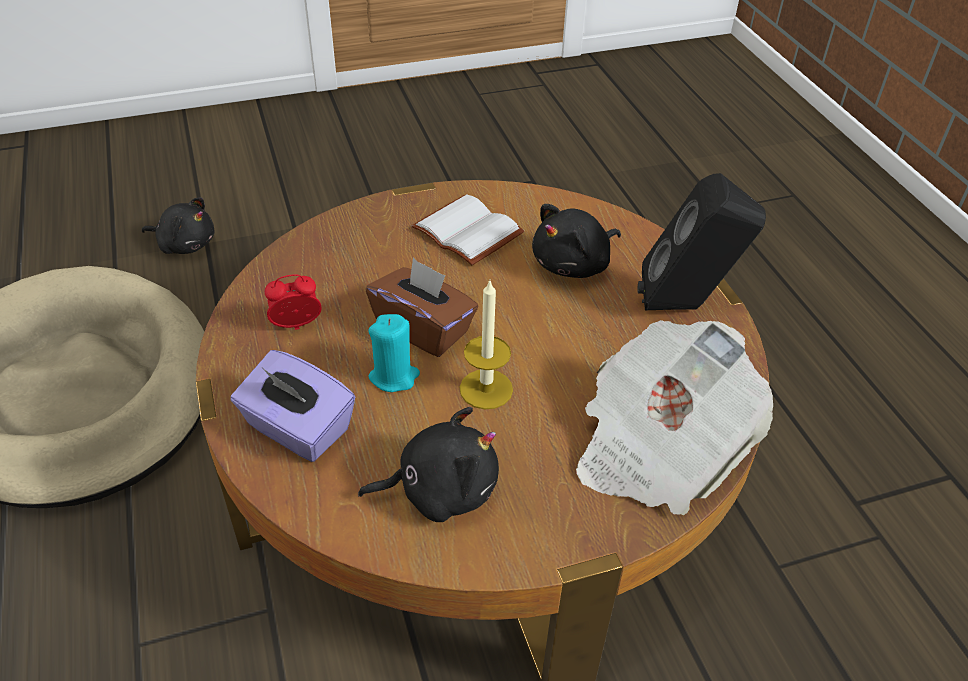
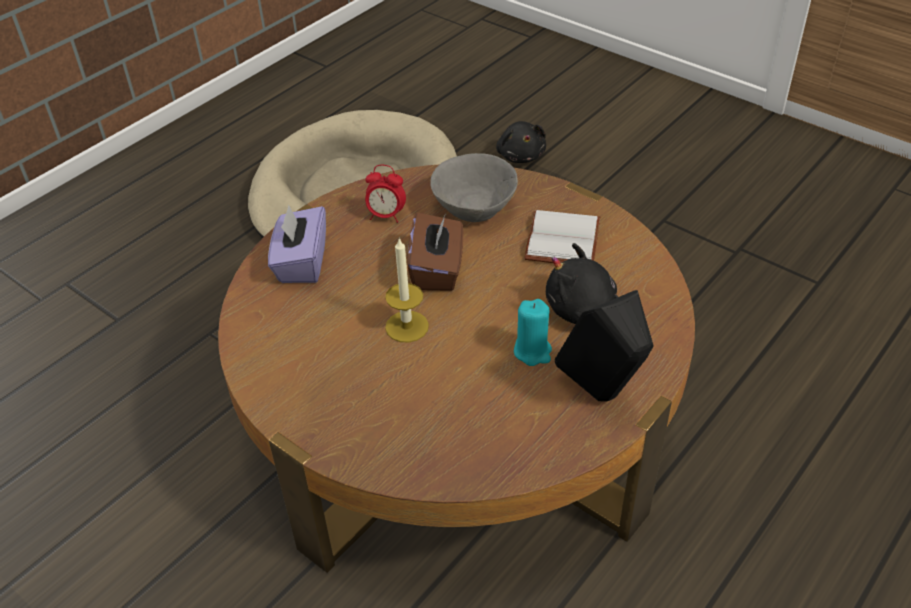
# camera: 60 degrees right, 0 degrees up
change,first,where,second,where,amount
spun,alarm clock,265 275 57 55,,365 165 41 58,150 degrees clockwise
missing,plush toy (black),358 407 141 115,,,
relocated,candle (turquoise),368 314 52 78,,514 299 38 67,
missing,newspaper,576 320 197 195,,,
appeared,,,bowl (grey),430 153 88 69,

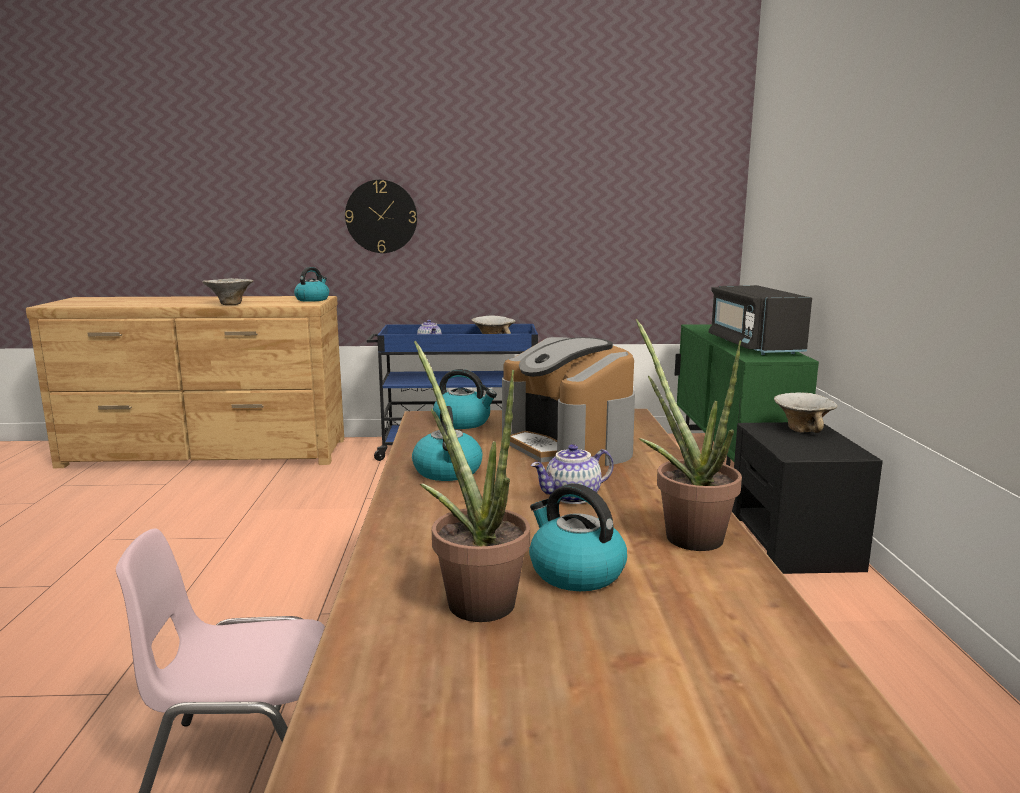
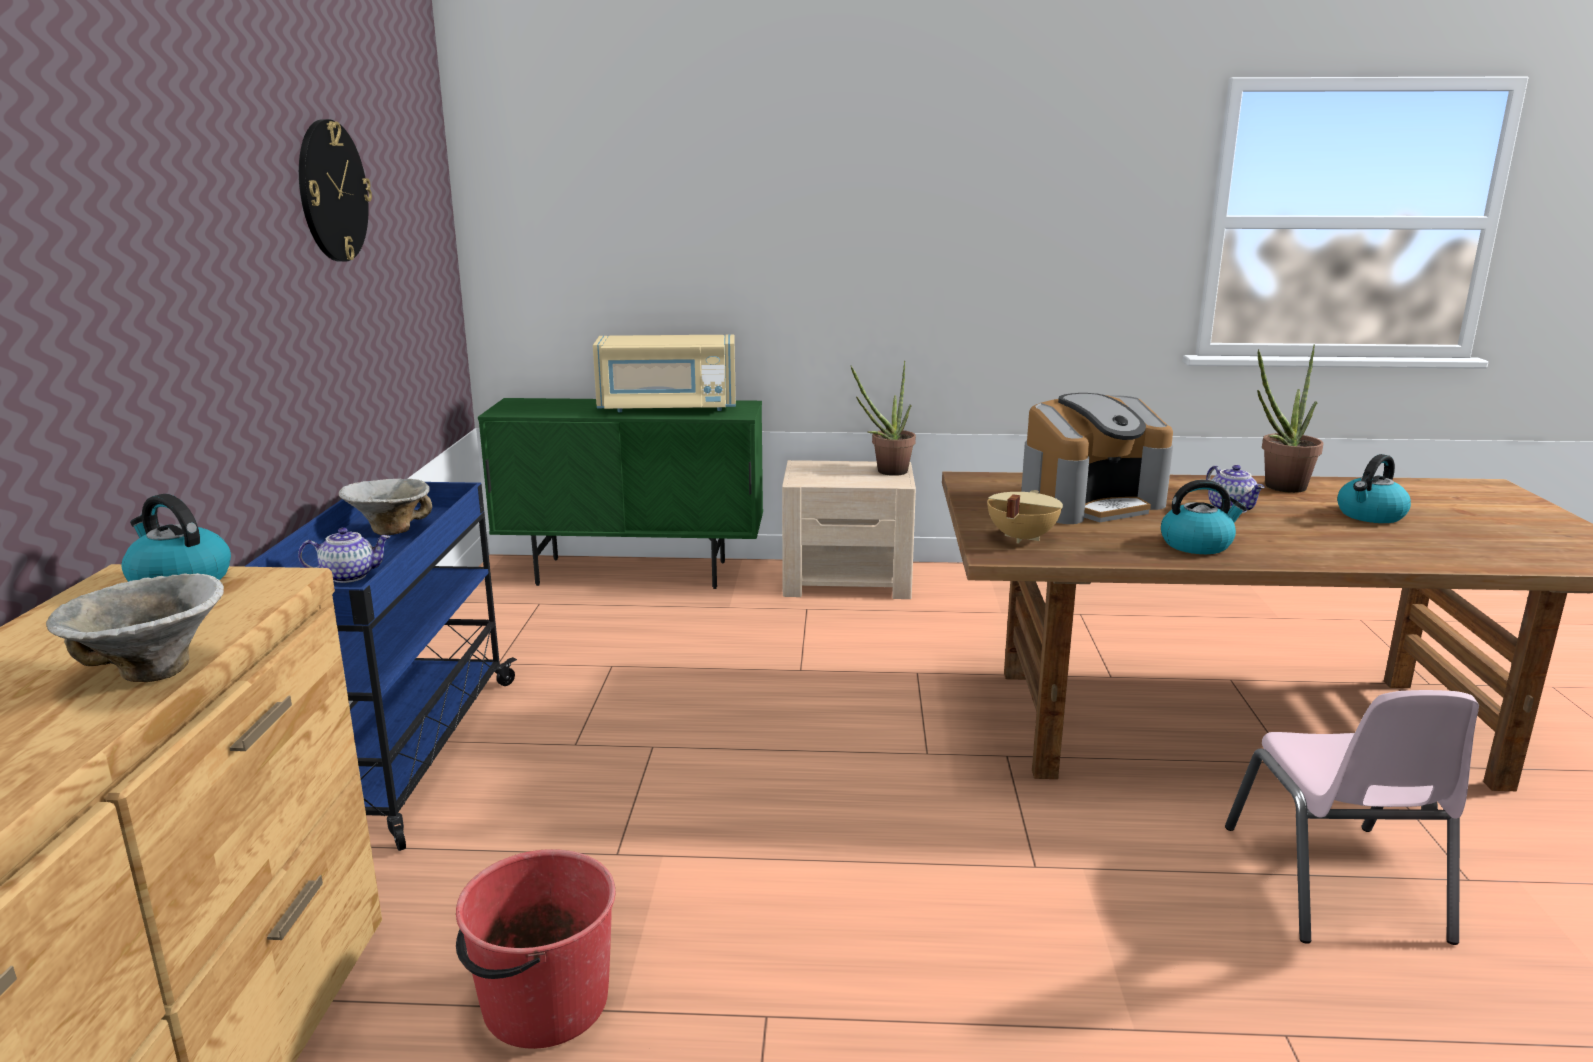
# camera: 85 degrees left, 5 degrees up
change,first,where,second,where,amount
relocated,wall clock,345 180 72 73,,299 119 73 143,
relocated,potted plant,414 341 116 281,,851 360 65 116,
exchanged,kettle,433 369 64 60,cooking pot (beige),987 490 76 54,
colour,microwave (black),709 285 103 70,microwave (beige),593 335 143 77,
colour,nightstand (black),732 422 151 152,nightstand (beige),782 460 134 139,
missing,bowl,774 392 63 41,,,
appeared,,,bucket (red),456 849 159 200,

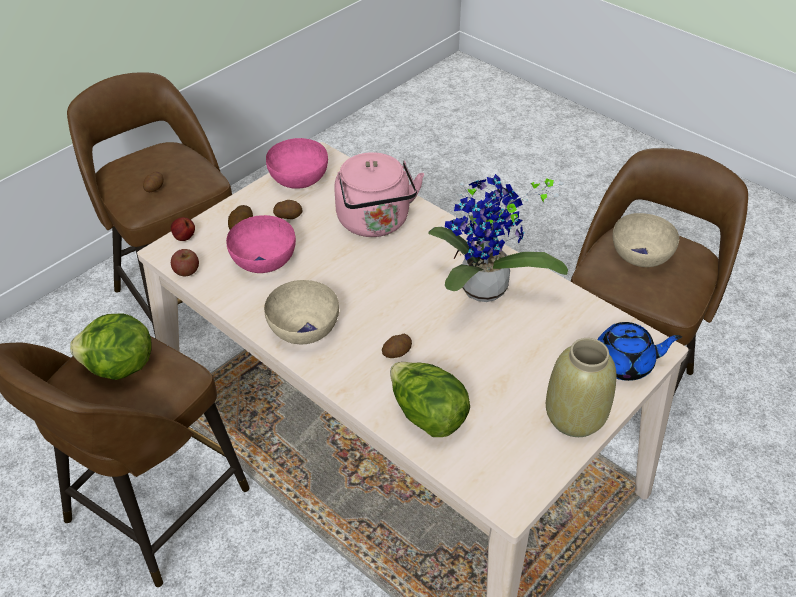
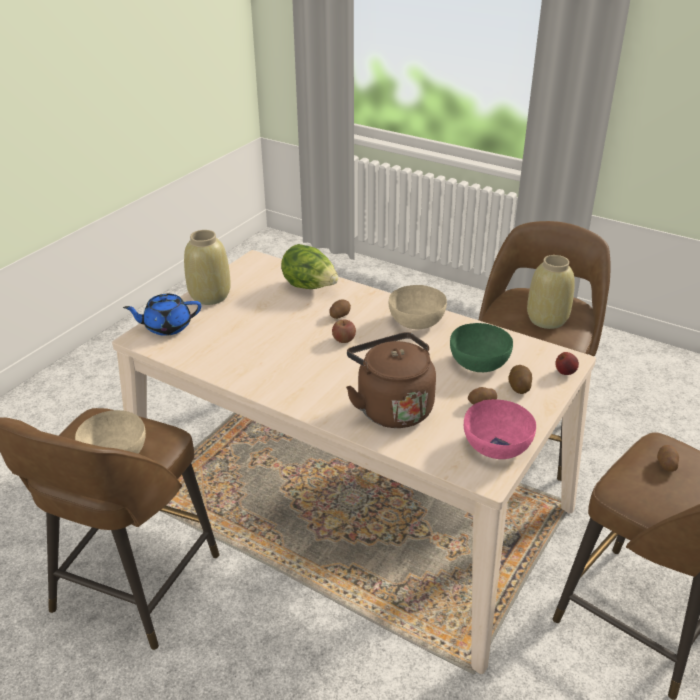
# camera: 170 degrees right, 10 degrees down
change,first,where,second,where,amount
exchanged,lettuce,70 313 82 67,vase (beige),527 255 48 74,
relocated,apple,171 249 28 27,,332 320 24 23,
colour,bowl (pink),226 215 70 58,bowl (green),450 323 63 49,
colour,kettle (pink),334 152 90 85,kettle (brown),346 332 90 96,
missing,potted plant,428 174 140 128,,,

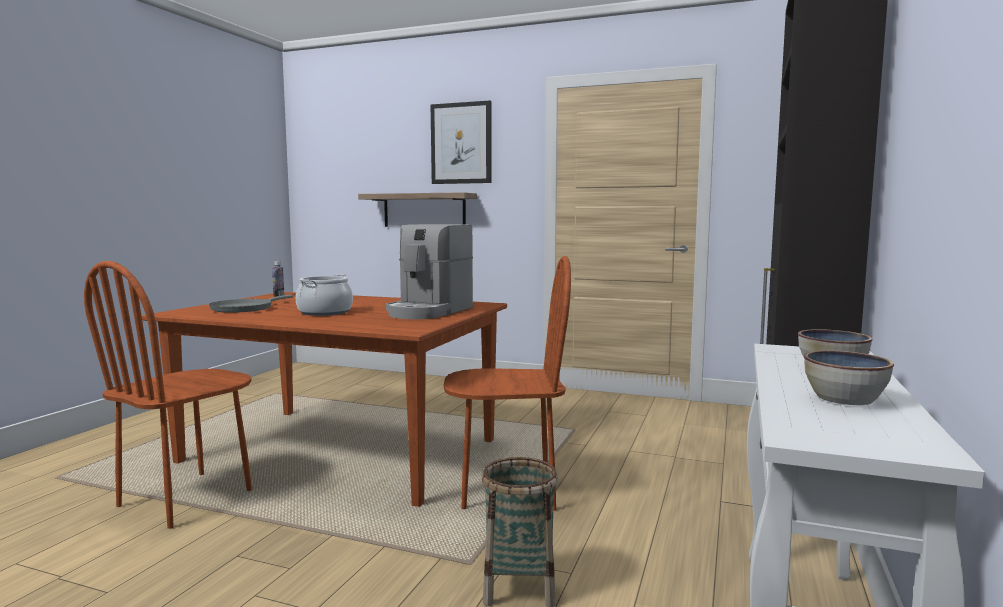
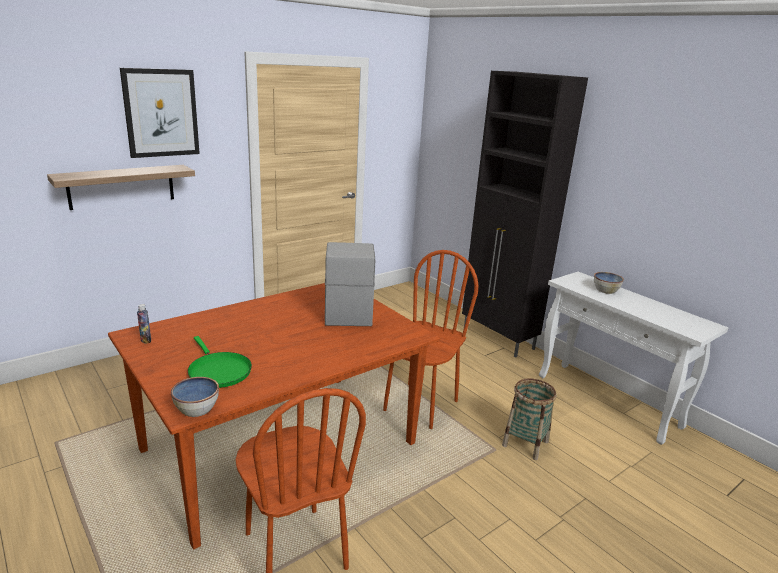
# camera: 60 degrees left, 15 degrees up
change,first,where,second,where,amount
colour,frying pan (grey),209 295 84 18,frying pan (green),188 336 64 52,
missing,cooking pot,296 274 57 42,,,
spun,coffee machine,386 224 87 95,,325 242 50 84,150 degrees counterclockwise
relocated,bowl,804 351 90 54,,171 377 48 40,

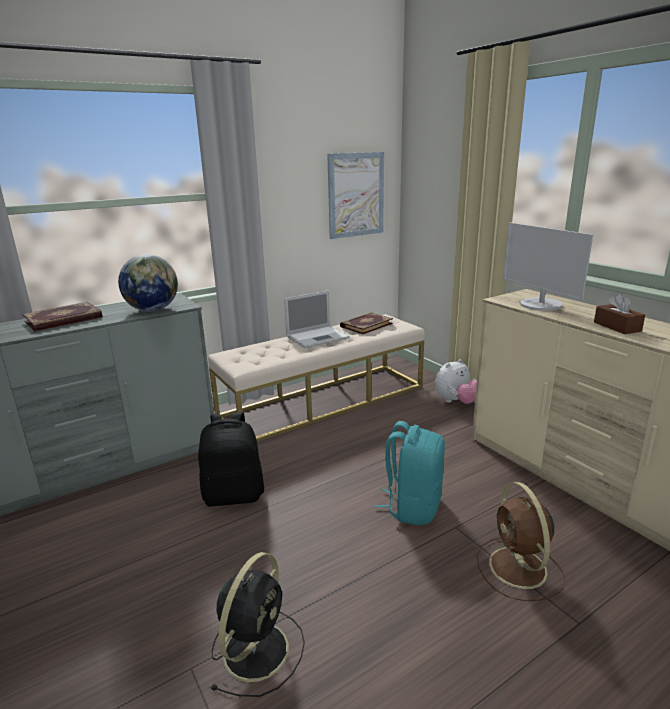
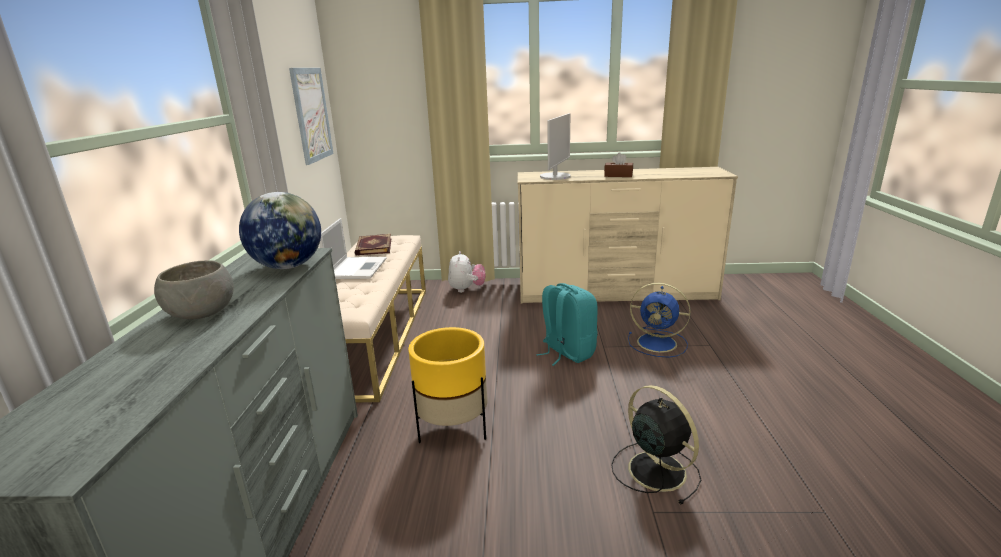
# camera: 55 degrees left, 0 degrees up
change,first,where,second,where,amount
exchanged,book,22 302 81 30,bowl (grey),154 260 80 59,
exchanged,backpack (black),198 412 66 95,planter (yellow),408 327 80 116,
colour,fan (brown),477 482 89 119,fan (blue),628 283 63 75,
spun,monitor,503 223 90 88,,540 113 31 67,75 degrees counterclockwise

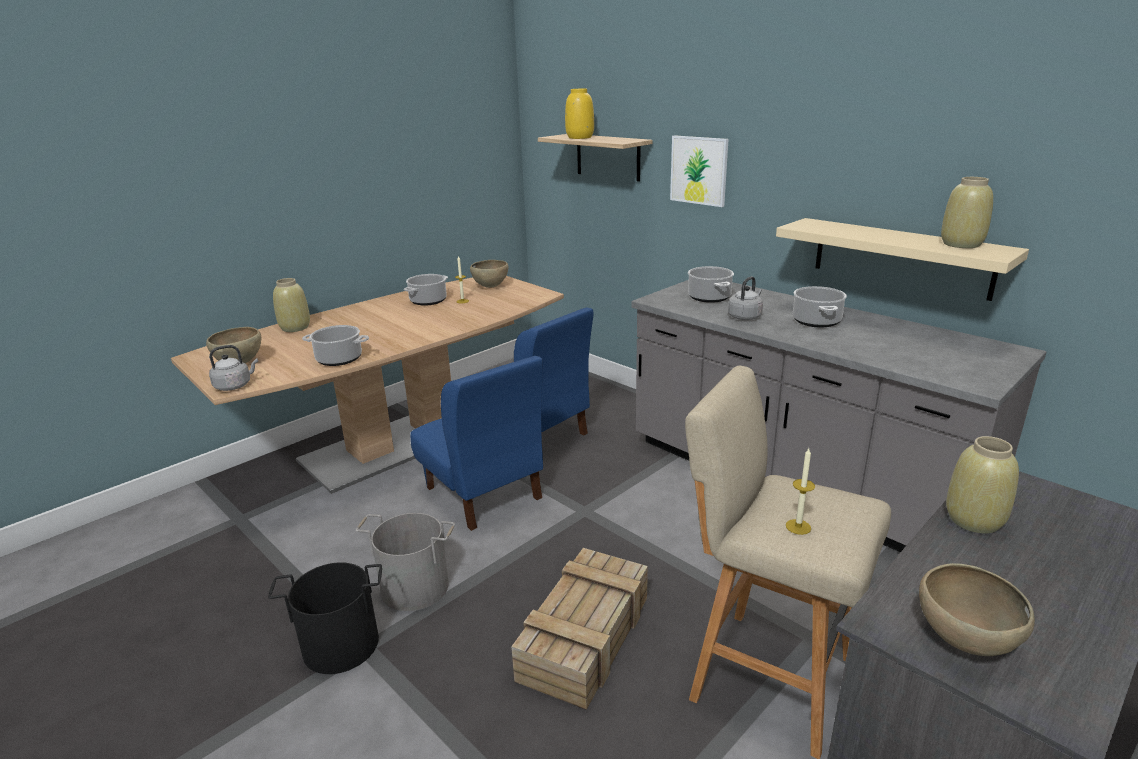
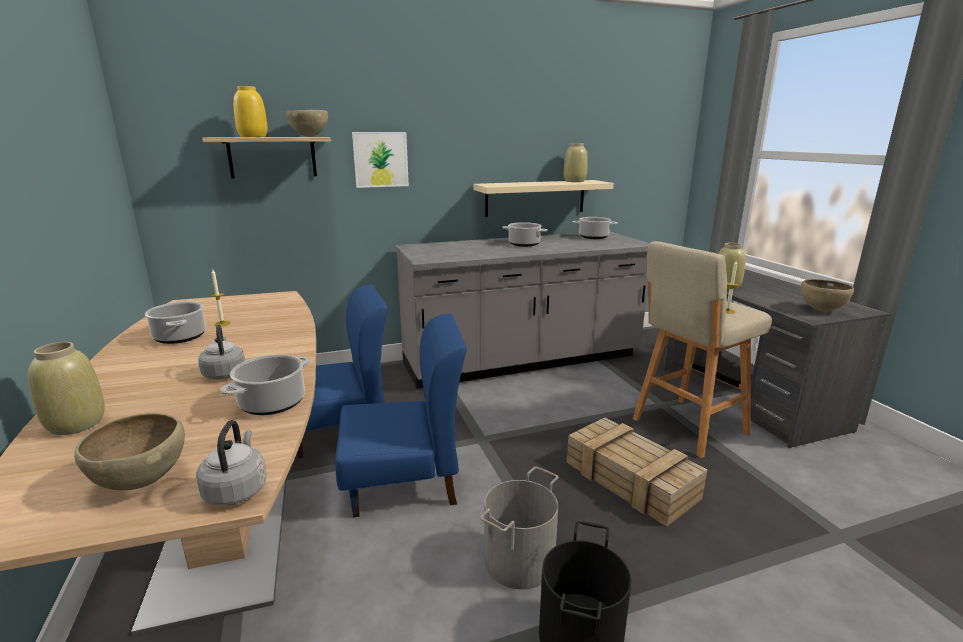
# camera: 65 degrees left, 5 degrees down
change,first,where,second,where,amount
relocated,bowl (brown),470 260 38 28,,286 110 42 27,
relocated,cooking pot,688 266 46 37,,572 217 46 22,
relocated,kettle (grey),728 276 35 44,,198 324 47 56,

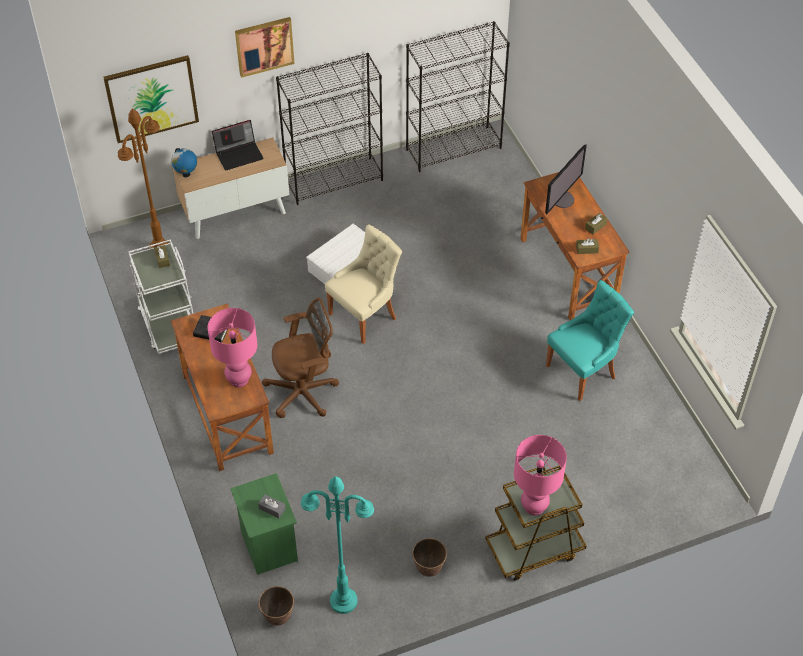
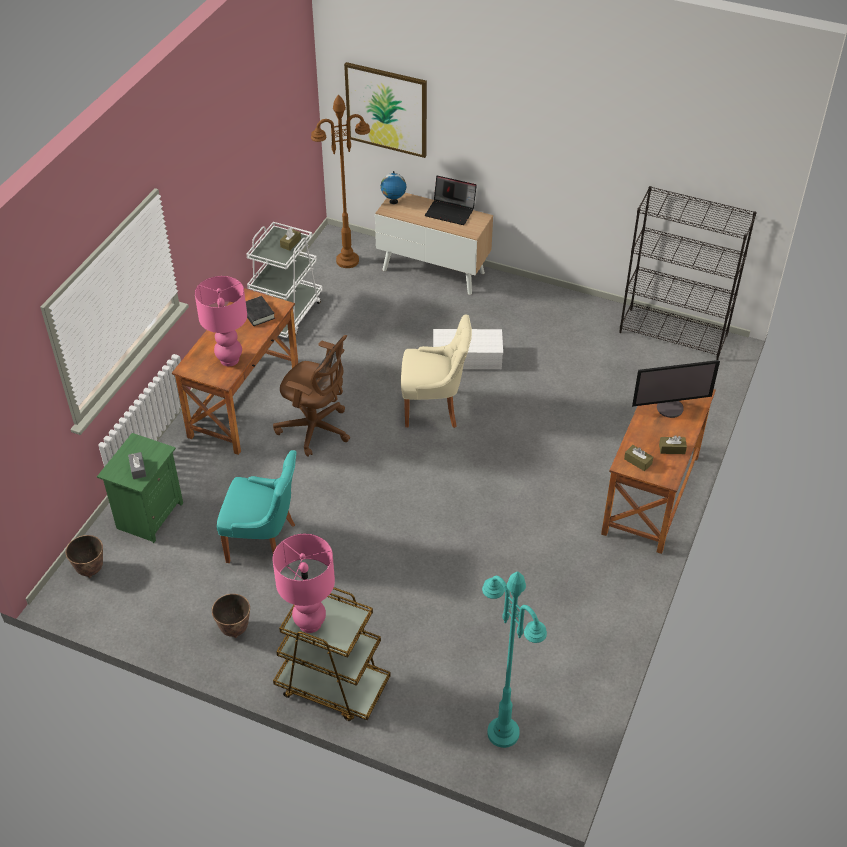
# camera: 45 degrees right, 5 degrees down
change,first,where,second,where,amount
missing,picture,235 17 59 61,,,
missing,bookcase (black),276 53 107 152,,,
relocated,floor lamp (turquoise),301 476 73 138,,482 571 65 177,
relocated,chair (turquoise),546 280 88 121,,217 450 80 113,

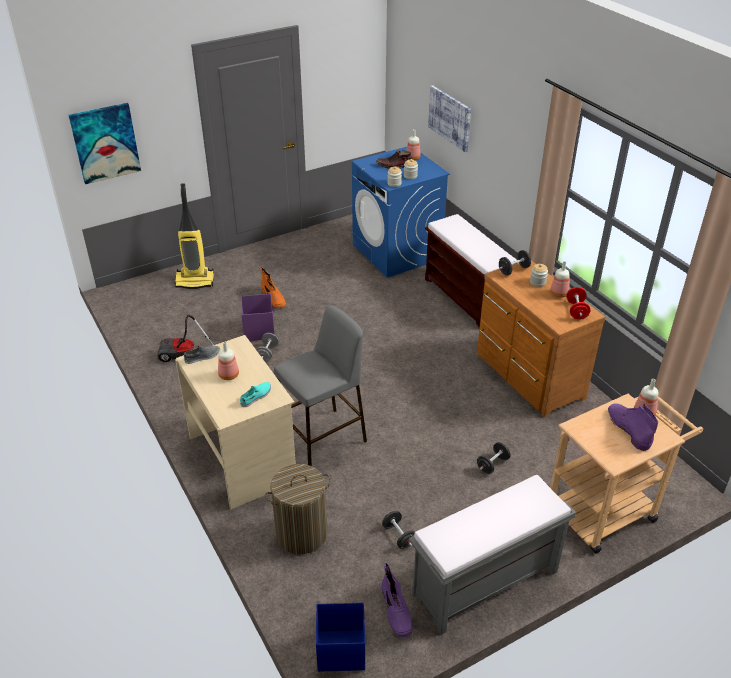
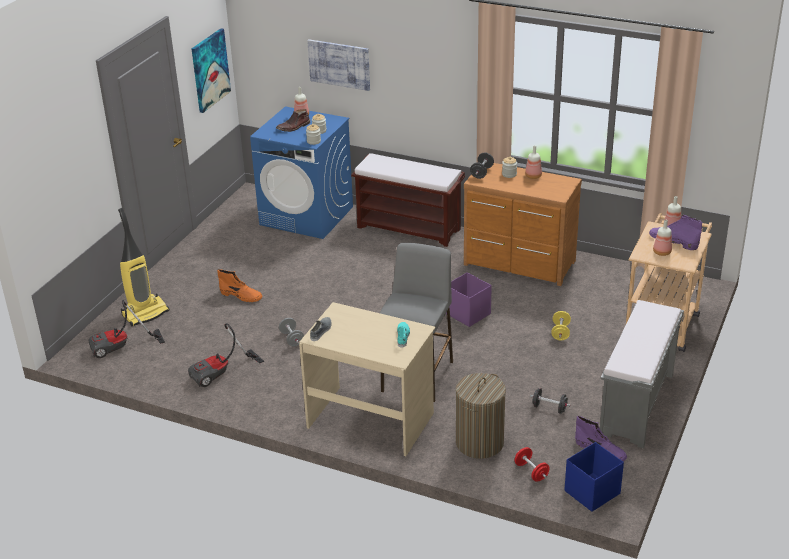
# camera: 35 degrees left, 5 degrees down
change,first,where,second,where,amount
relocated,picture,69 103 72 81,,191 28 40 85,
relocated,bottle,218 342 21 38,,653 220 19 36,
relocated,storage box (purple),241 294 33 47,,446 272 46 55,
colour,dumbbell (black),477 442 33 32,dumbbell (yellow),551 311 20 29,
relocated,dumbbell (red),566 287 24 32,,515 447 35 35,
appeared,,,vacuum cleaner,89 300 76 58,

